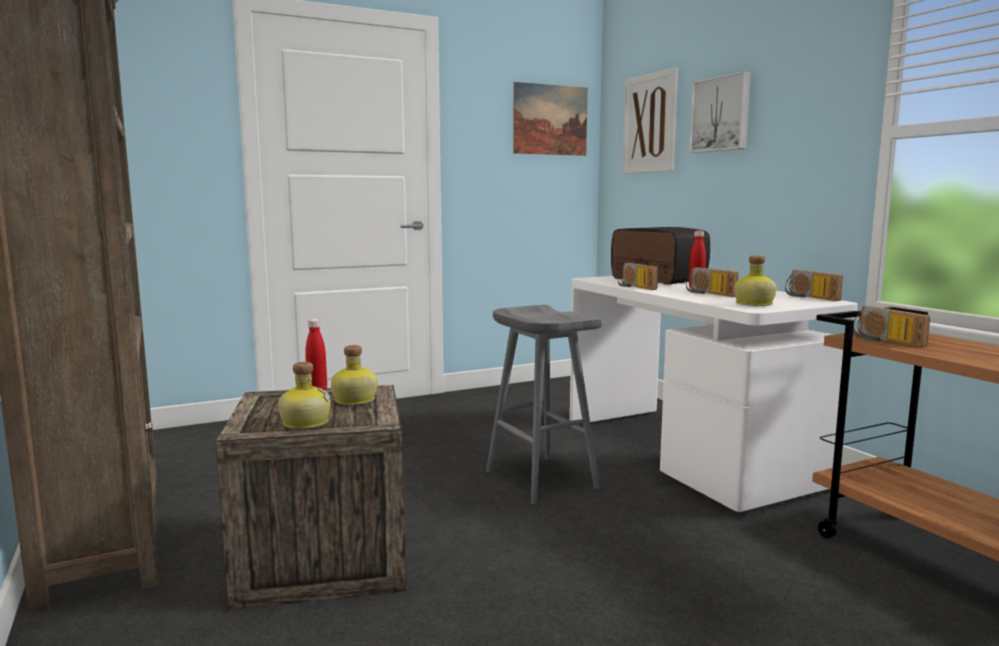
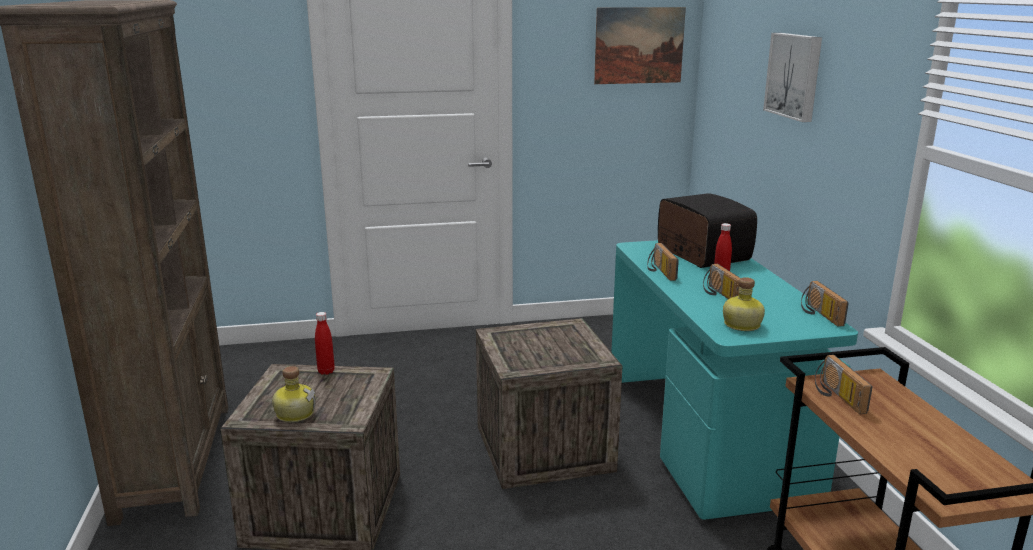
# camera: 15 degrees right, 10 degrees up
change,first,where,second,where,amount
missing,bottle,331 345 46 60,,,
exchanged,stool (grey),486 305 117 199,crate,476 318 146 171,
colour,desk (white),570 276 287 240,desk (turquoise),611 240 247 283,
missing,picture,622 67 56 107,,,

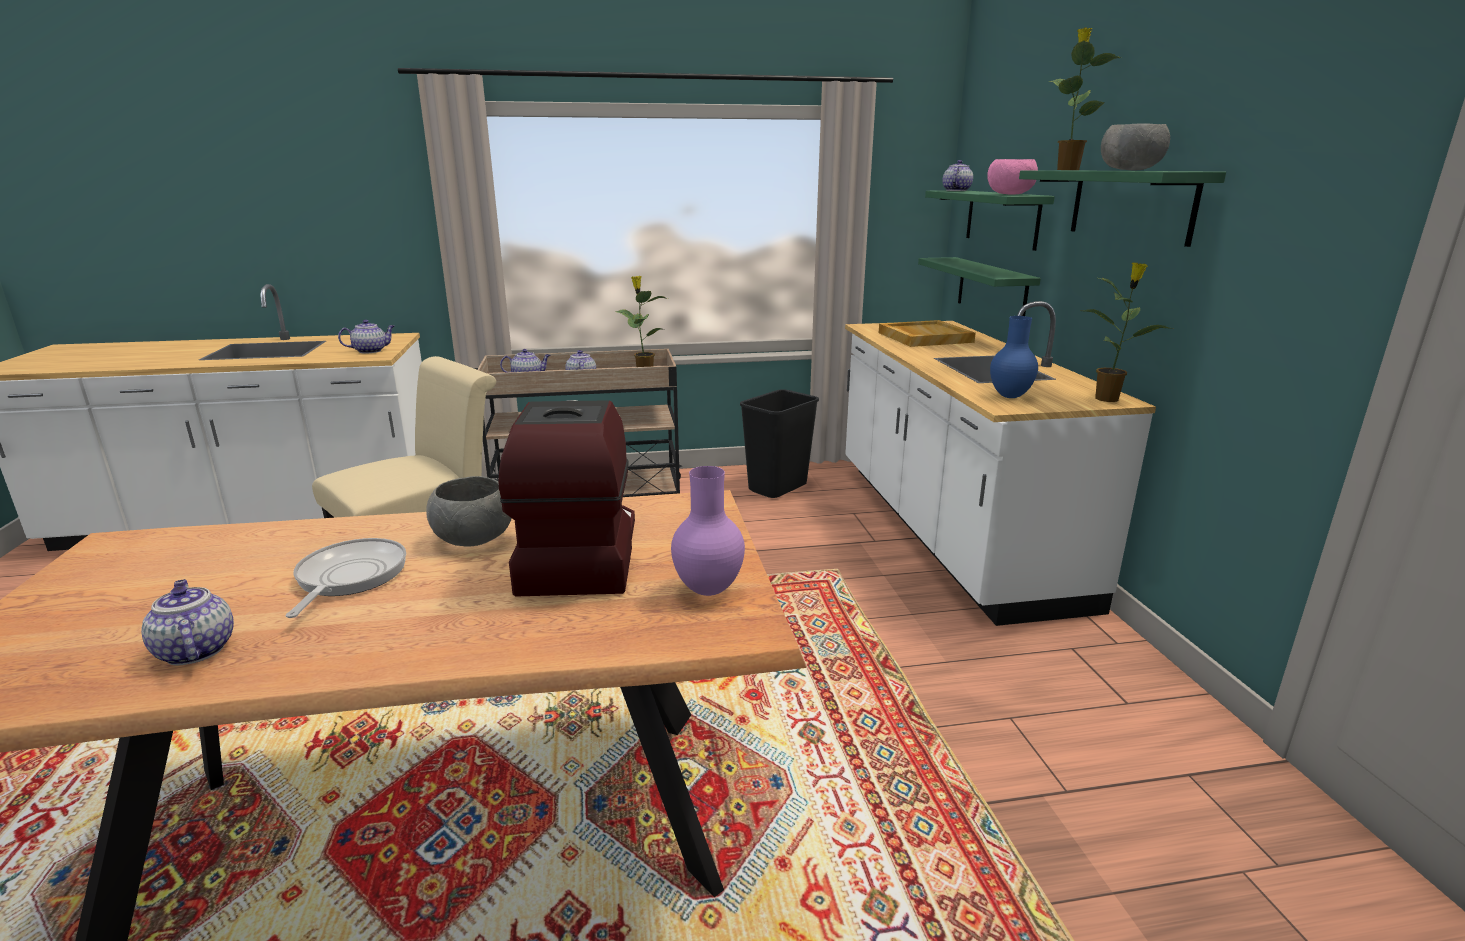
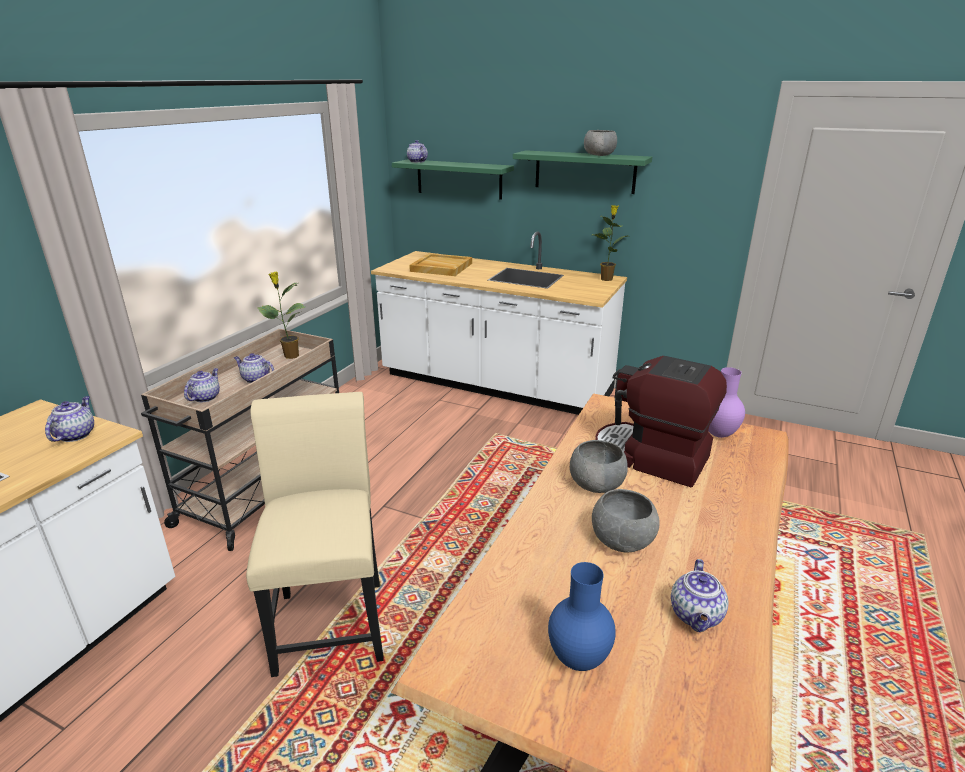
# camera: 55 degrees left, 5 degrees up
change,first,where,second,where,amount
spun,teapot,141 579 93 86,,671 559 58 73,75 degrees counterclockwise
exchanged,frying pan,285 538 121 80,bowl (grey),592 489 68 64,
missing,trash can (black),740 389 79 109,,,
missing,shelf (green),918 257 123 59,,,
missing,bowl (pink),987 159 51 36,,,
relocated,vase (blue),990 316 48 82,,548 562 68 109,
missing,potted plant,1048 27 73 143,,,

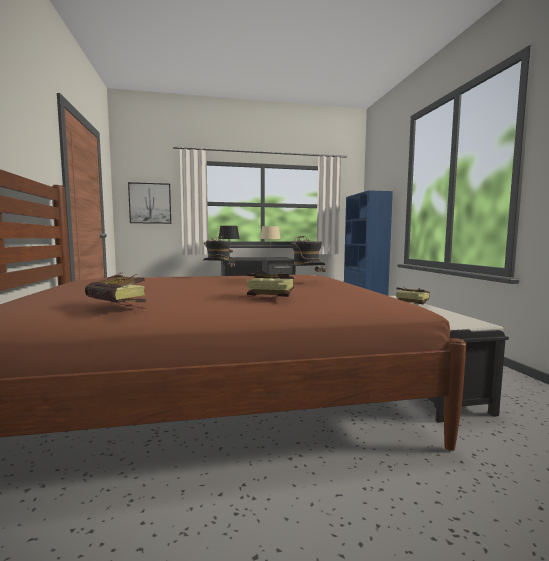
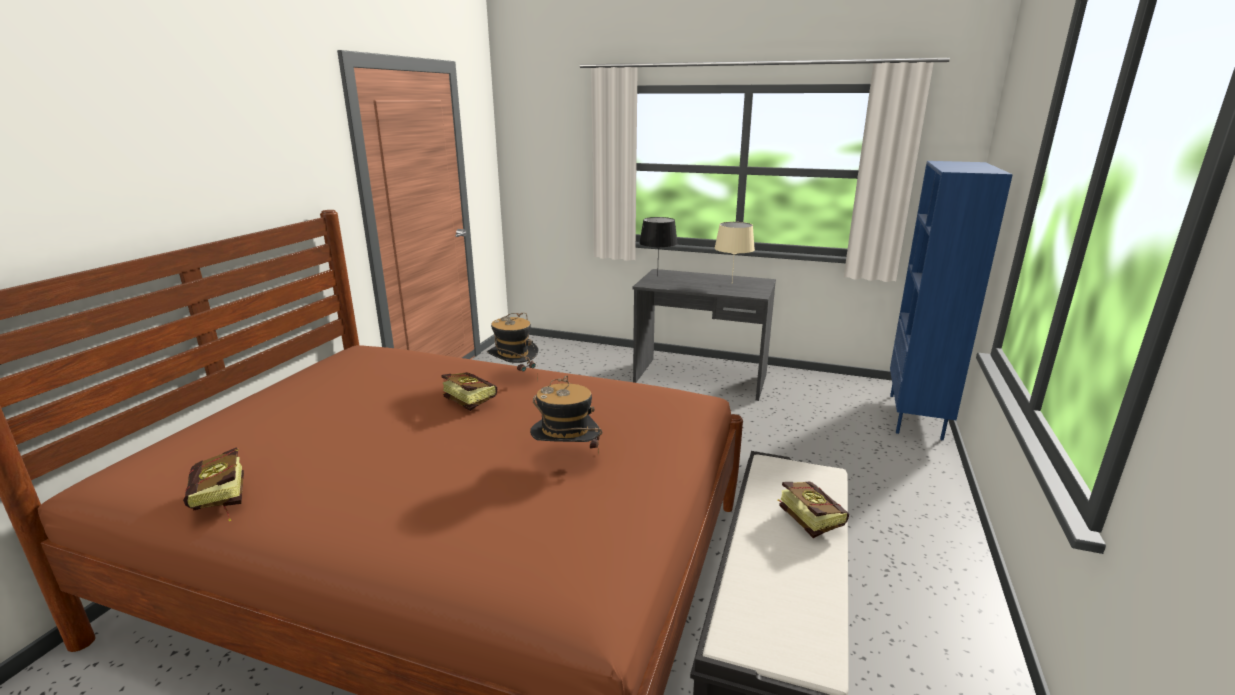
# camera: 30 degrees right, 15 degrees up
change,first,where,second,where,amount
missing,picture,128 182 43 42,,,
relocated,book,238 271 56 28,,441 372 56 39,

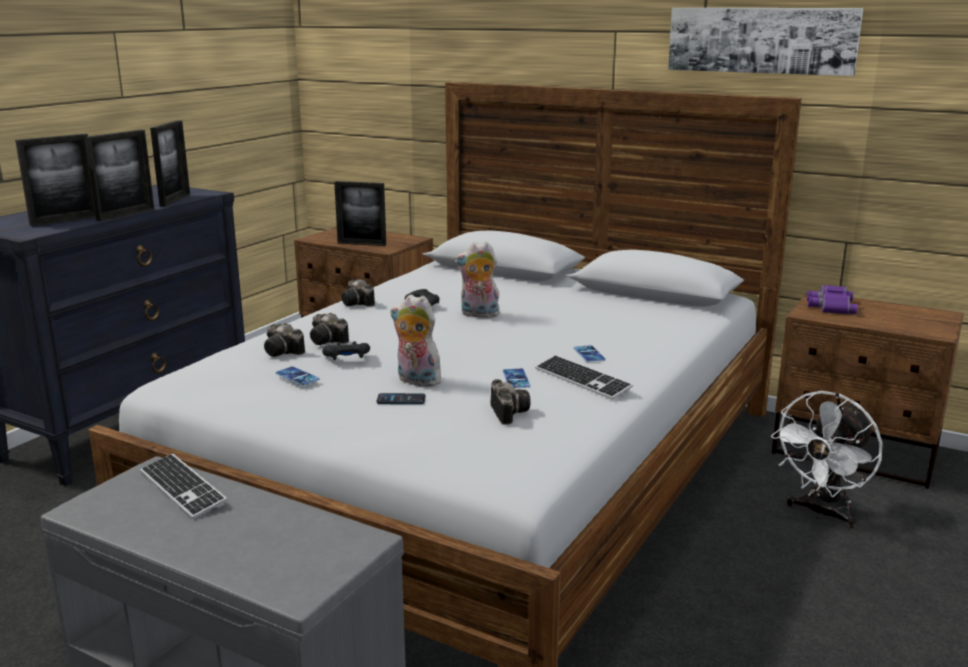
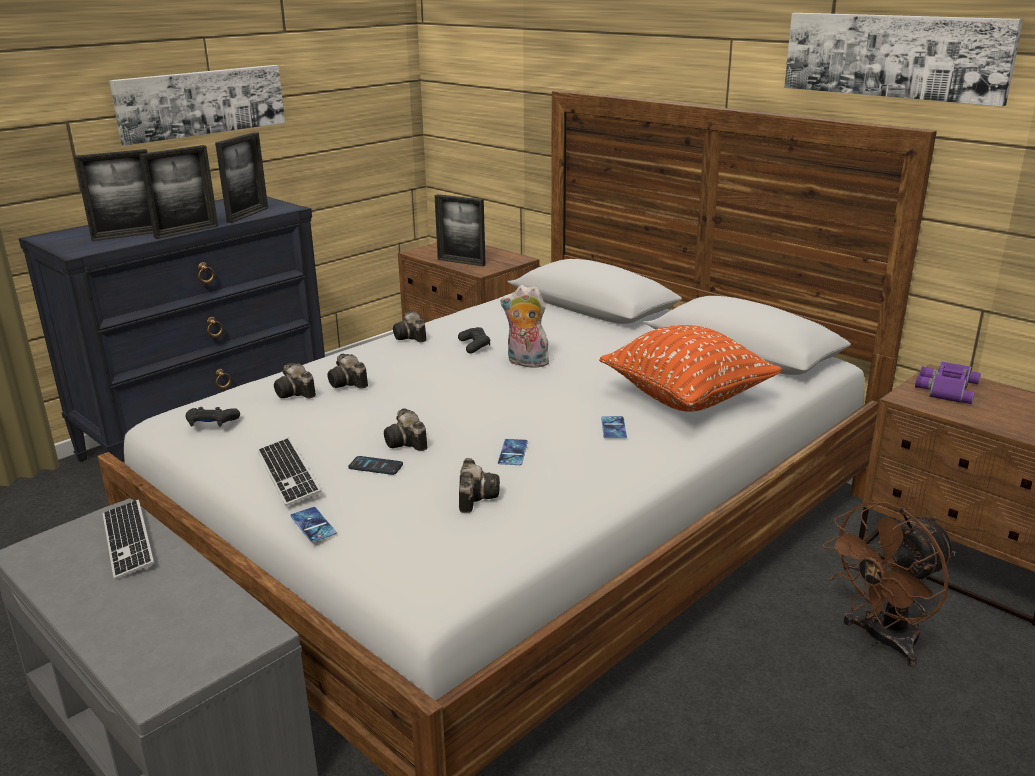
# camera: 15 degrees right, 5 degrees up
change,first,where,second,where,amount
relocated,phone,276 366 44 19,,290 507 47 35,
relocated,game controller (black),322 341 48 19,,186 407 54 20,
exchanged,plush toy,390 294 54 94,photo camera,384 408 43 43,
relocated,keyboard,535 355 98 44,,257 438 64 68,
colour,fan (white),771 391 112 138,fan (brown),823 502 133 165,
appeared,,,picture,109 65 176 81,
appeared,,,pillow (orange),599 325 183 87,

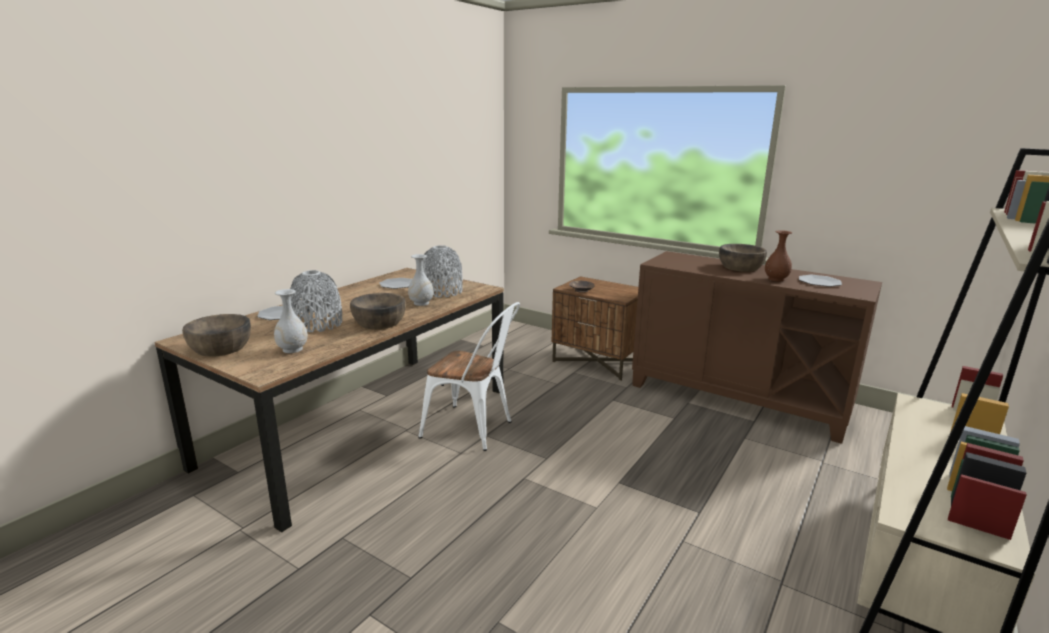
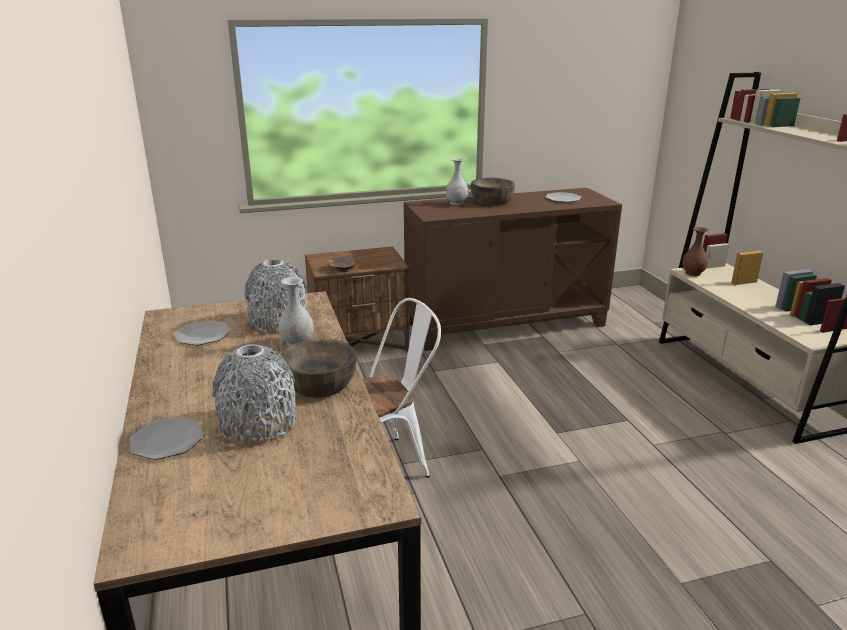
# camera: 50 degrees left, 5 degrees up
change,first,where,second,where,amount
missing,bowl (brown),182 314 69 43,,,
relocated,vase (white),274 289 34 64,,446 158 23 47,
relocated,vase (brown),765 230 27 52,,682 227 27 49,

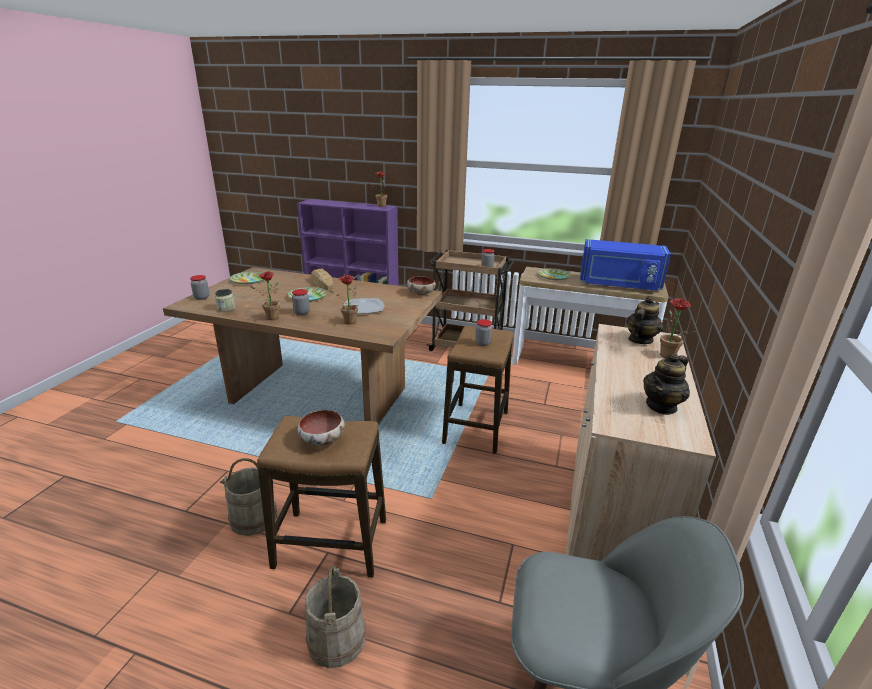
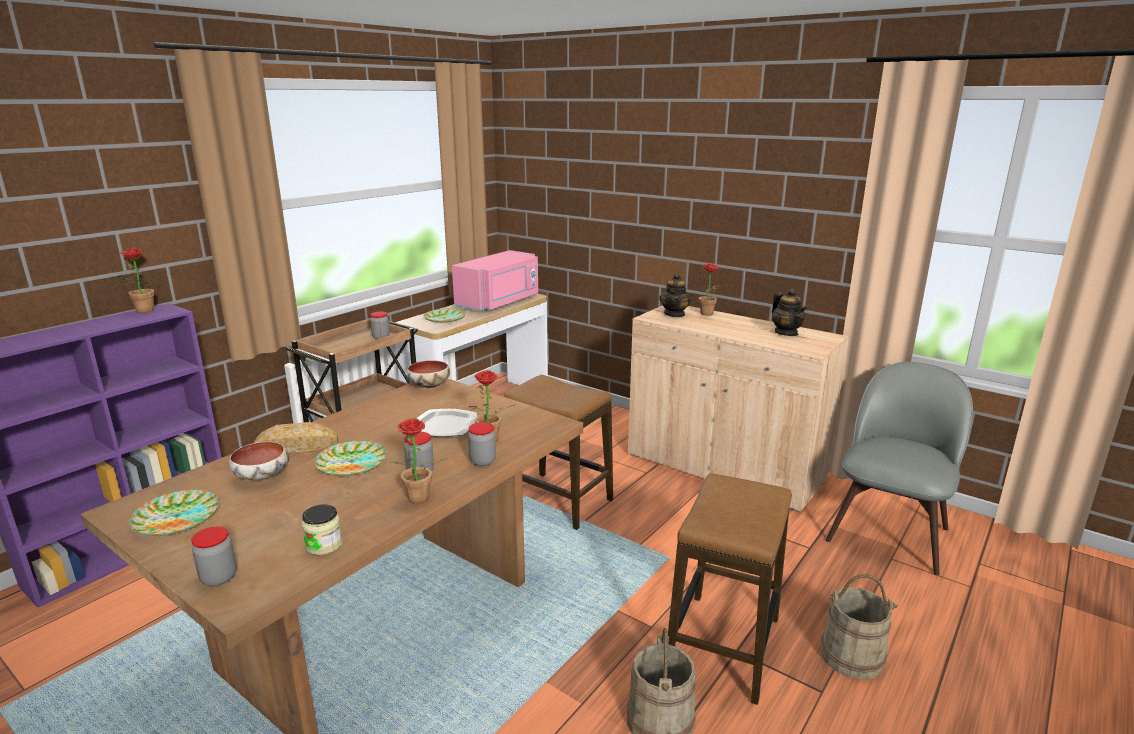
# camera: 70 degrees left, 5 degrees down
change,first,where,second,where,amount
relocated,bowl,298 410 47 36,,229 442 60 38,
relocated,jar,475 319 17 27,,468 422 28 44,
colour,microwave (blue),580 239 91 52,microwave (pink),452 250 86 61,
spun,teapot,626 296 37 48,,659 273 32 44,135 degrees counterclockwise

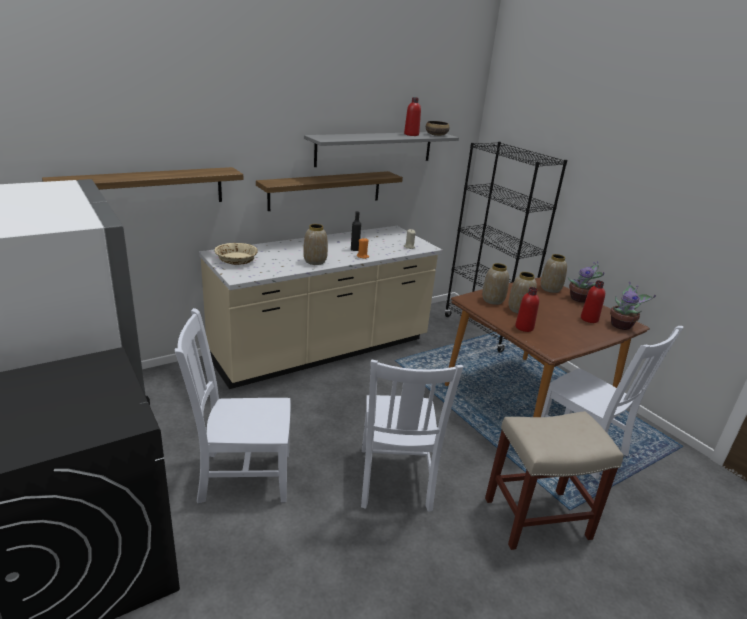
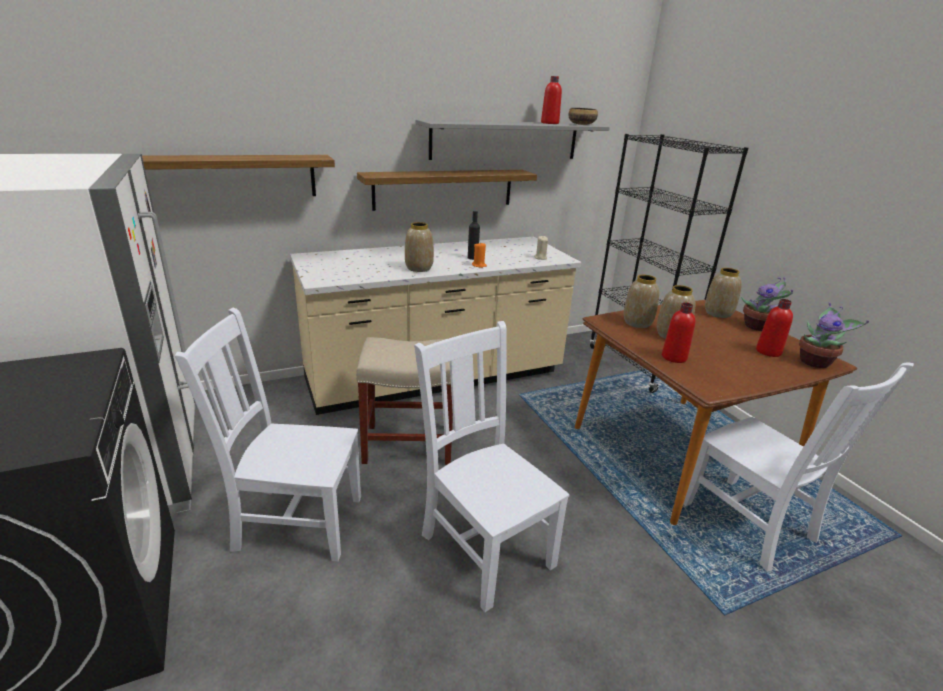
# camera: 10 degrees right, 0 degrees up
change,first,where,second,where,amount
missing,bowl (beige),214 243 44 22,,,
spun,chair (white),361 360 102 152,,414 321 156 291,135 degrees clockwise
relocated,stool (beige),485 411 138 139,,356 337 97 128,

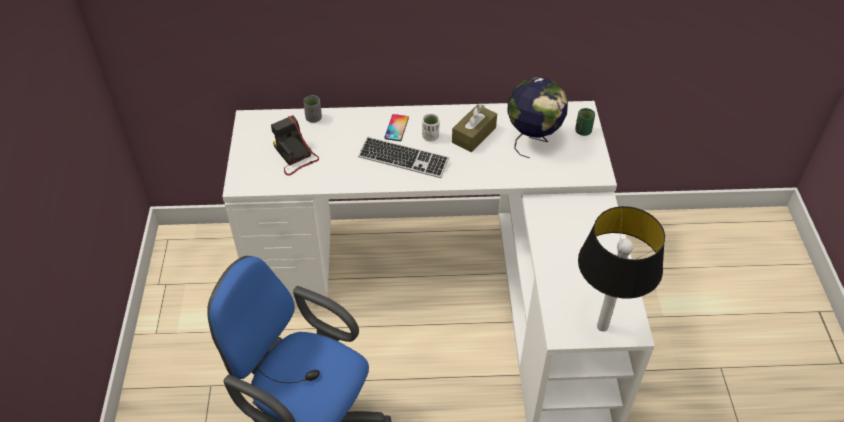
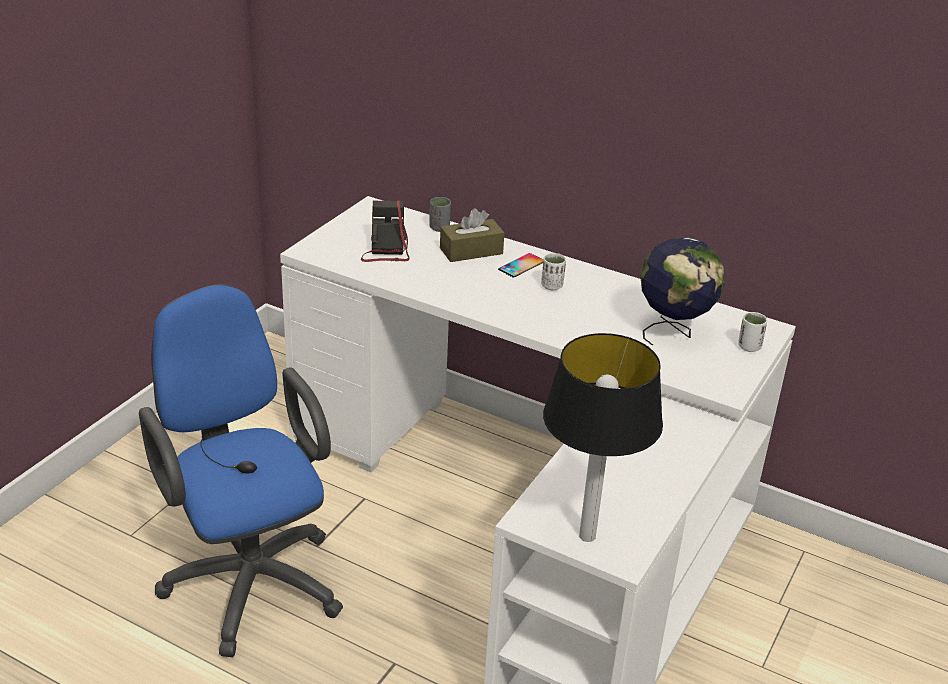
# camera: 30 degrees right, 15 degrees down
change,first,where,second,where,amount
missing,keyboard,358 137 91 41,,,
relocated,tissue box (brown),452 104 45 48,,440 208 65 54,
colour,cup (green),575 108 20 28,cup (white),738 312 30 40,

